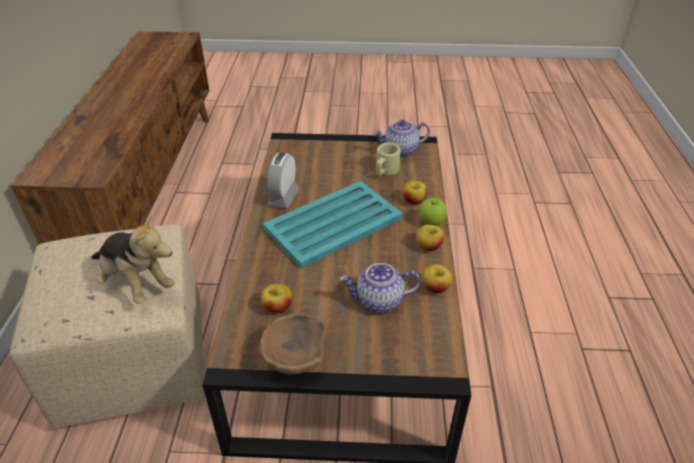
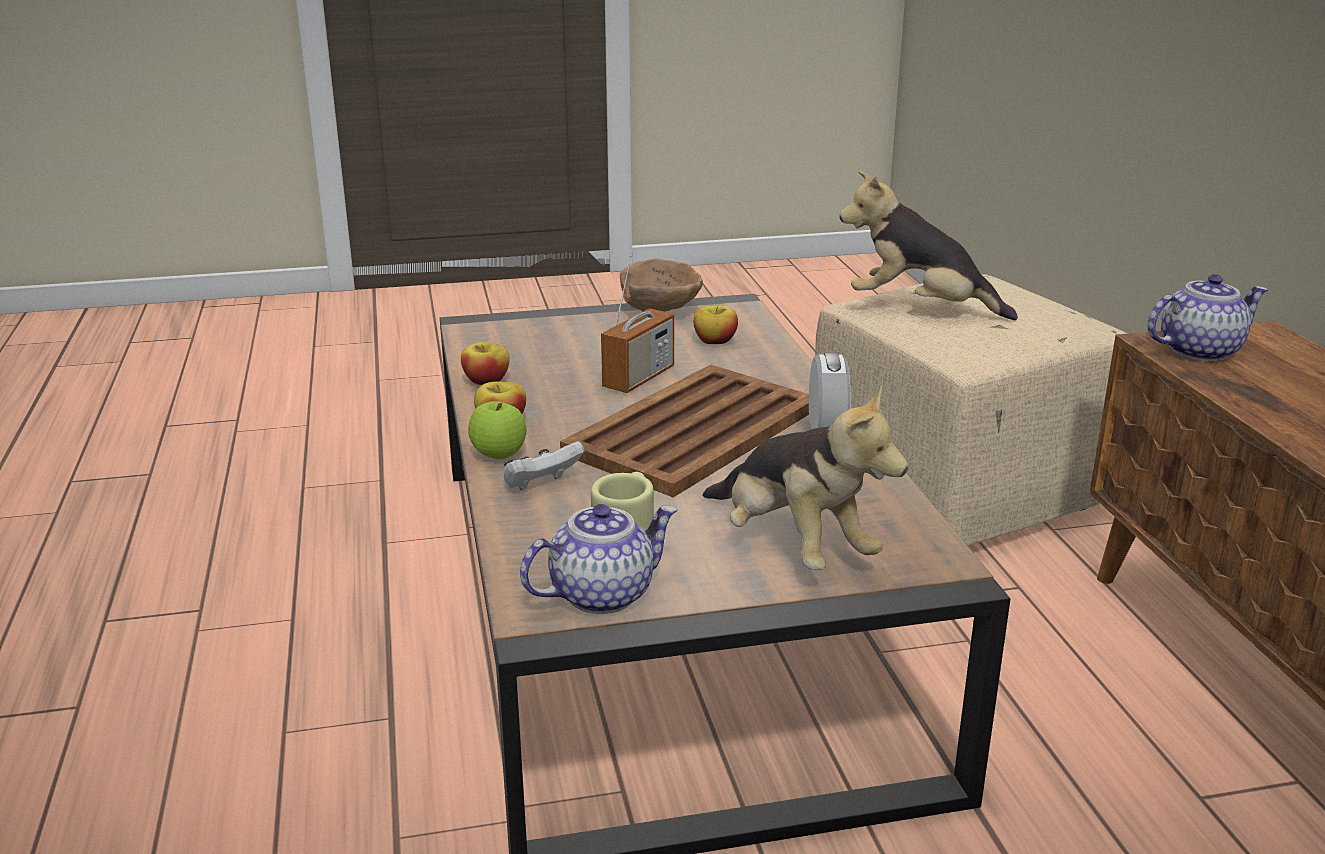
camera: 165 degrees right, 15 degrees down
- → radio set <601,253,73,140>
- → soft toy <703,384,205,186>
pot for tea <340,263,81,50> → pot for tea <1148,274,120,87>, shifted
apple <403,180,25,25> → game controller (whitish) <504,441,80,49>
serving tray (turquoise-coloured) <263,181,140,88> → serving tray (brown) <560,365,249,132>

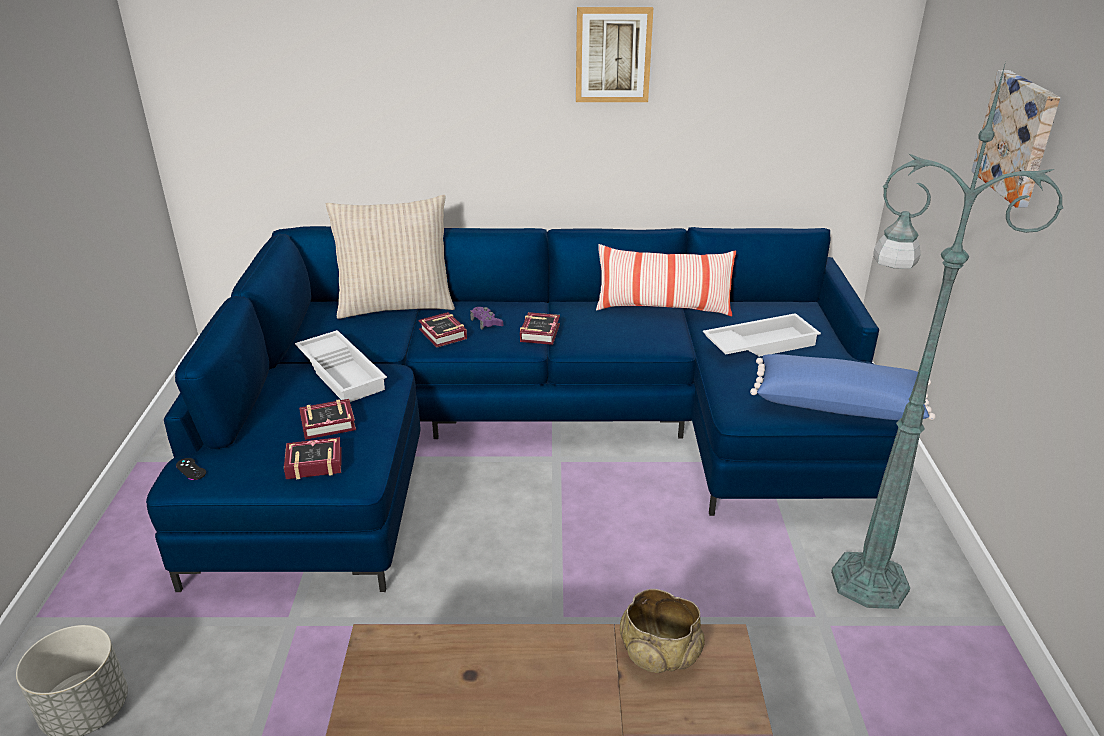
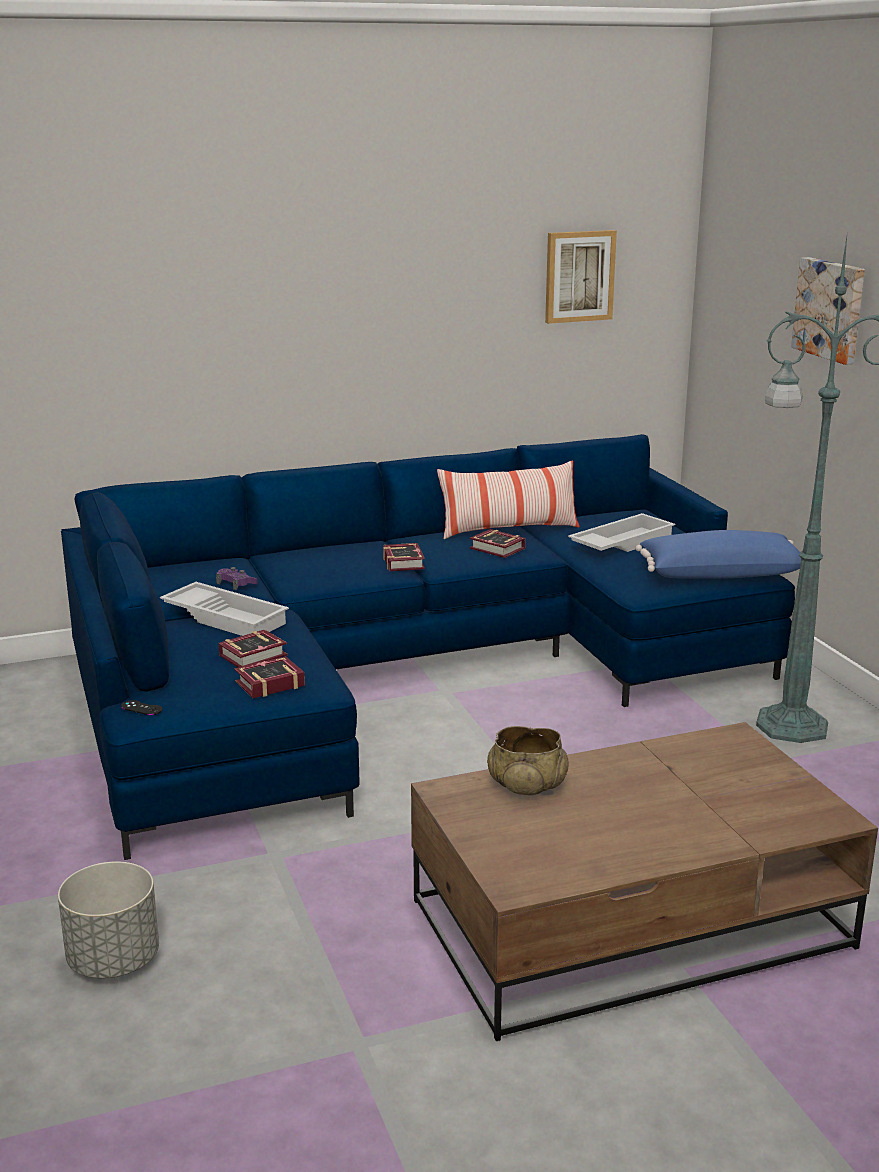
camera: 20 degrees left, 10 degrees down
throw pillow (beige) <326,195,129,124> → -
volume <418,312,49,35> → volume <470,529,55,29>, shifted
game controller (purple) <470,307,33,23> → game controller (purple) <216,567,41,23>, shifted
picture <576,7,77,95> → picture <545,230,72,94>, shifted
bowl (beige) <620,589,85,84> → bowl (beige) <487,726,82,69>, shifted

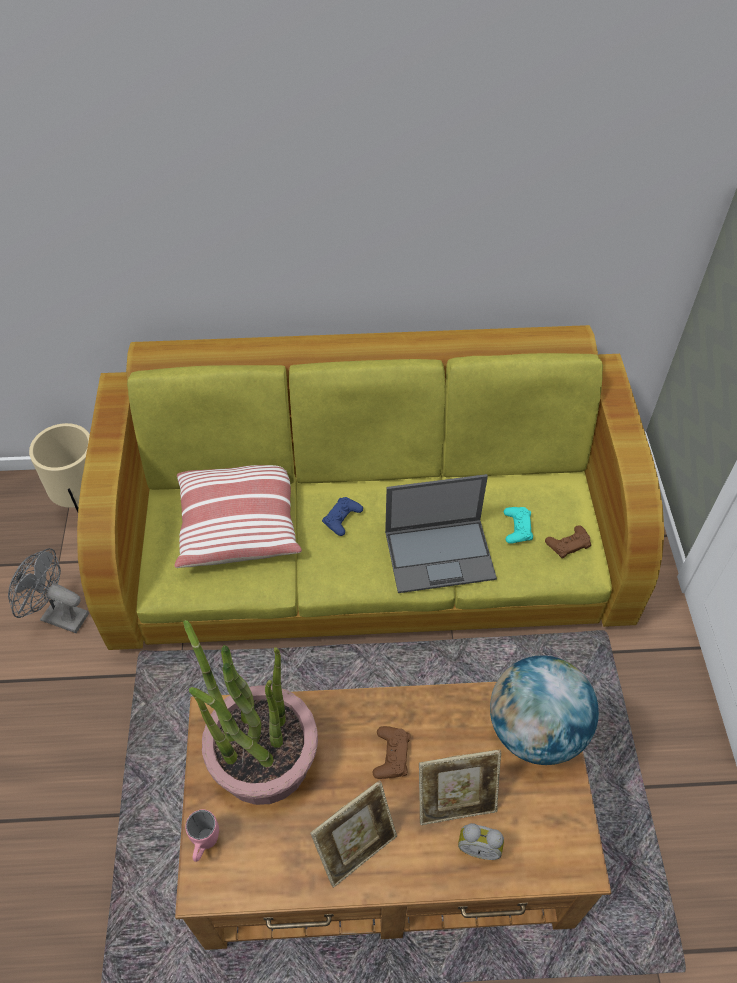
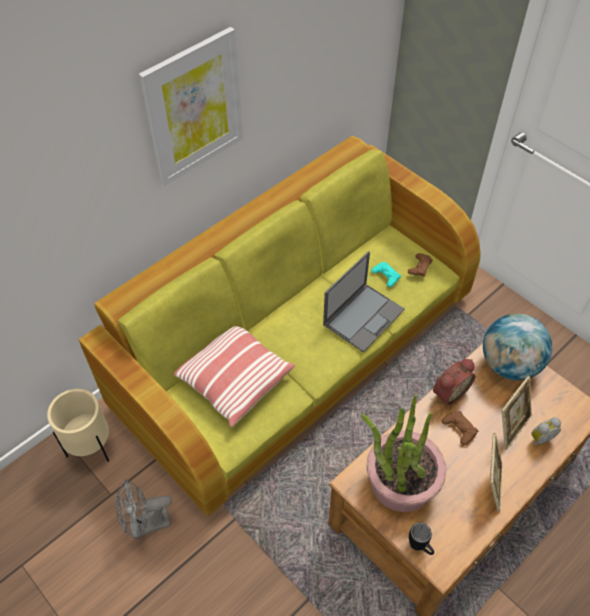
camera: 40 degrees left, 0 degrees up
game controller (blue-coloured) <322,497,41,39> → -
- → picture <139,27,104,159>
- → alarm clock <433,359,43,46>
mug (pink) <185,809,34,53> → mug (black-coloured) <409,523,25,32>

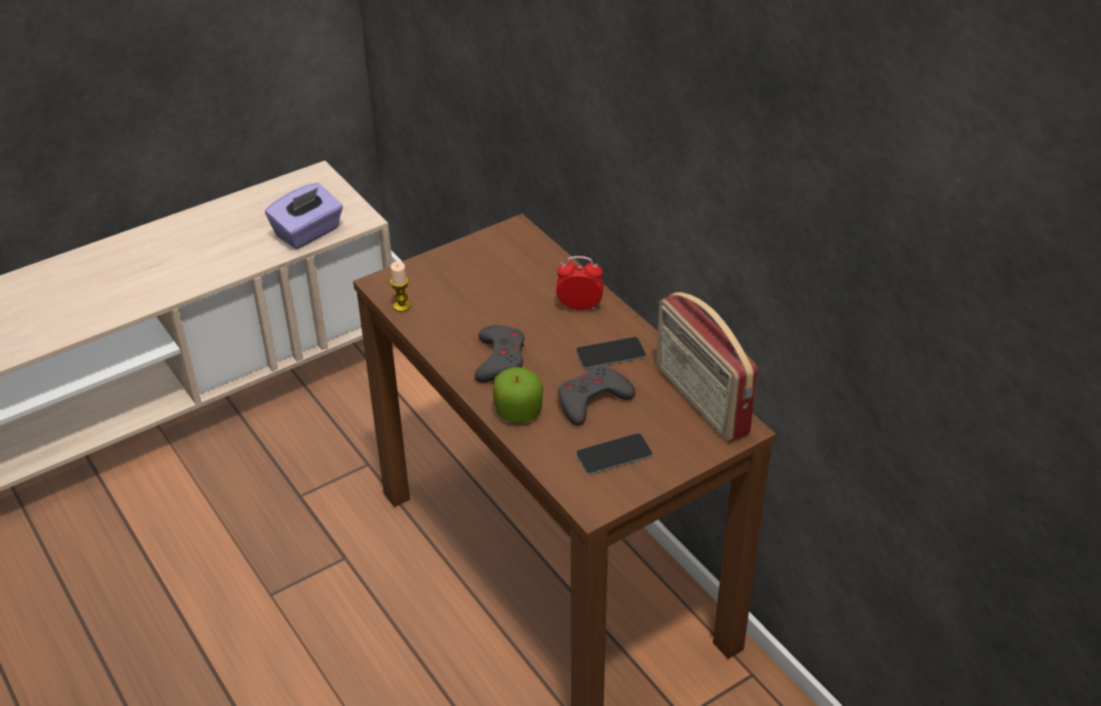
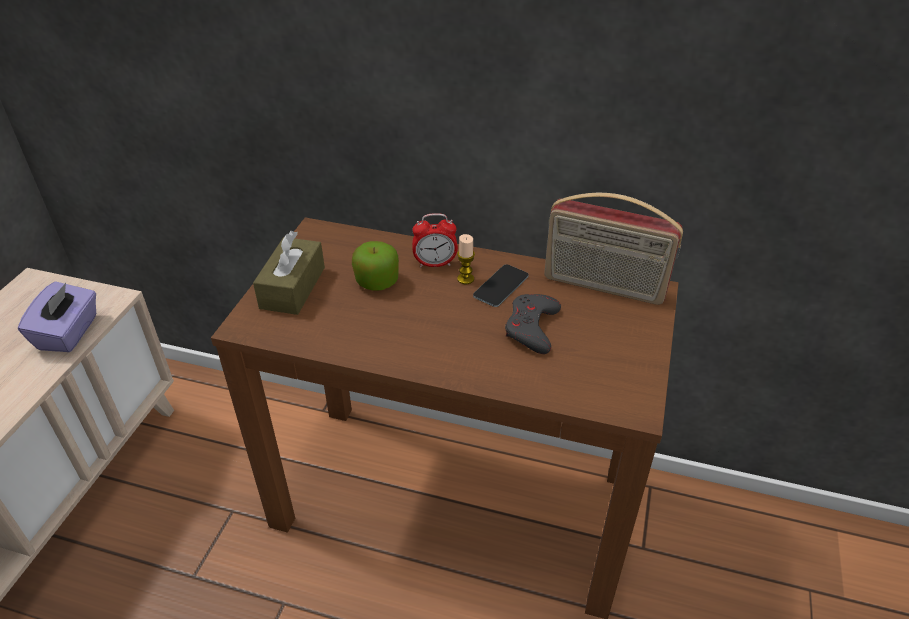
camera: 40 degrees left, 0 degrees up
game controller (grey) <475,325,50,58> → -
phone <577,433,75,41> → -
- → tissue holder (brown) <253,231,72,84>
wax light <390,261,21,51> → wax light <457,234,18,50>, shifted
apple <493,367,50,56> → apple <352,241,47,50>, shifted
alarm clock <556,256,48,55> → alarm clock <412,213,46,54>, 150 degrees counterclockwise

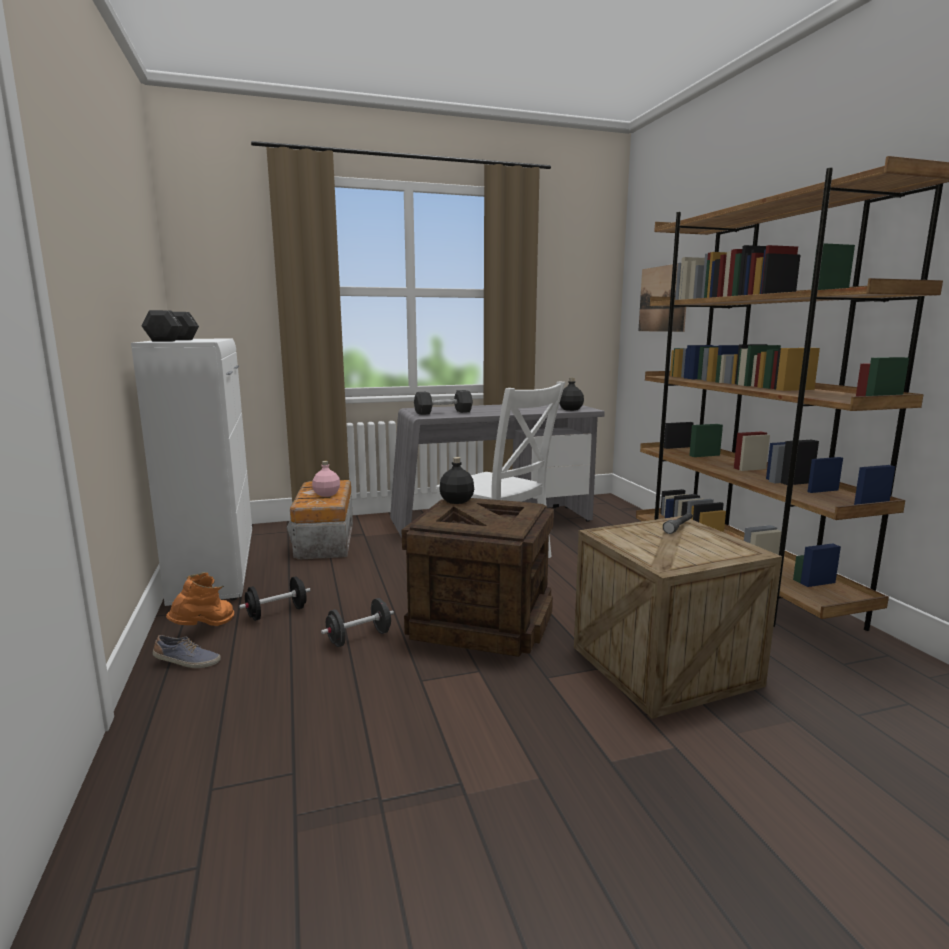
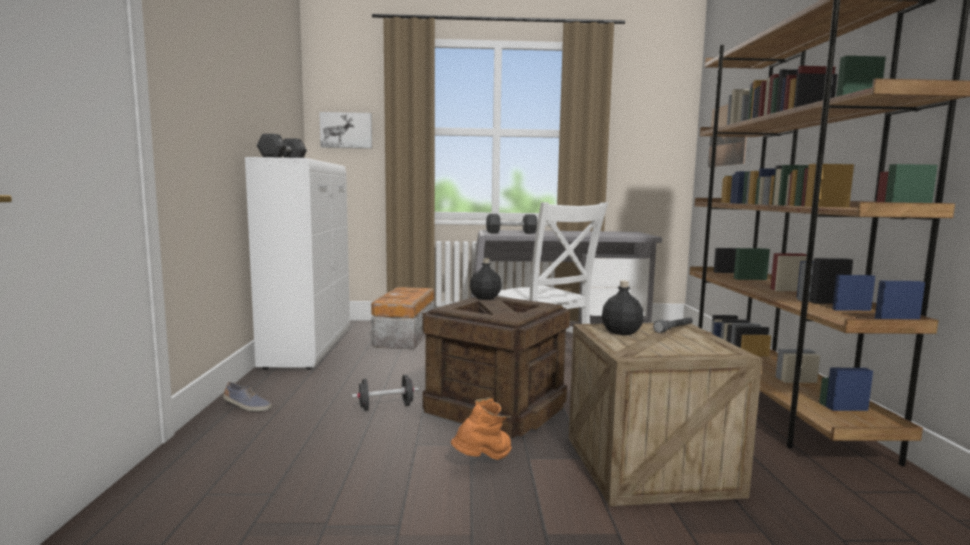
camera: 15 degrees right, 5 degrees down
hand weight (black-coloured) <239,576,72,45> → -
beverage bottle (pink) <312,461,28,36> → -
- → picture <319,112,53,37>
high-top boot (orange-coloured) <166,572,68,54> → high-top boot (orange-coloured) <451,398,61,62>, shifted
beverage bottle (black-coloured) <559,378,25,33> → beverage bottle (black-coloured) <602,281,42,54>, shifted

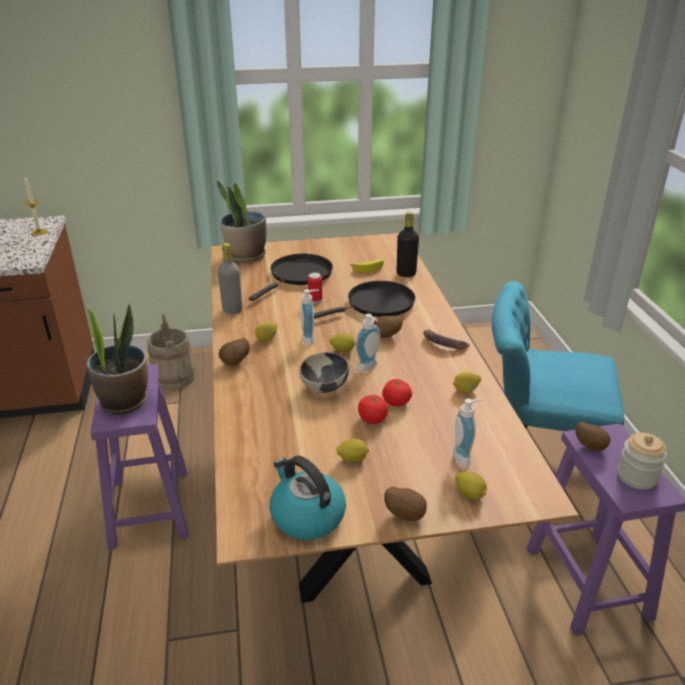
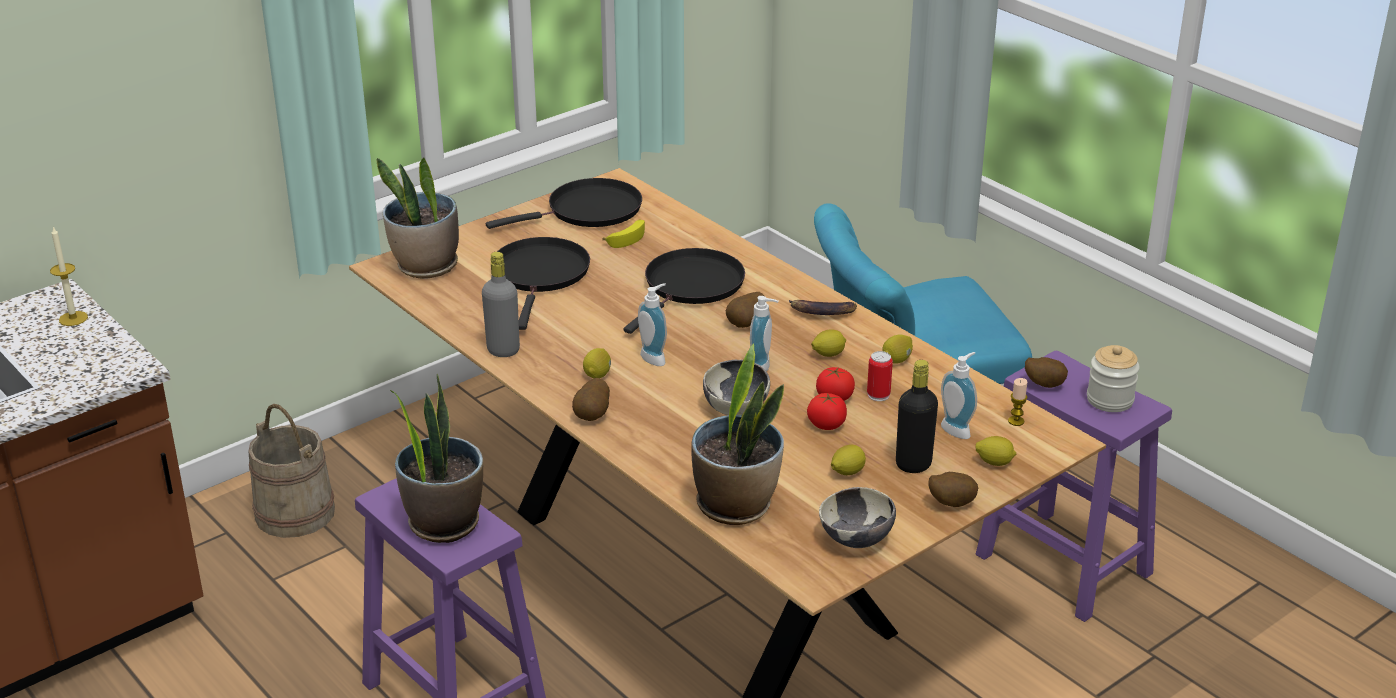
camera: 30 degrees left, 0 degrees up
- → pan (black-coloured) <486,178,156,51>
- → potted plant <691,343,93,182>
- → wax light <1008,378,20,48>
can <308,273,14,30> → can <867,351,26,50>, shifted
citrus fruit <330,333,26,19> → citrus fruit <811,329,35,28>, shifted
beverage bottle (black-coloured) <397,212,22,65> → beverage bottle (black-coloured) <896,360,42,113>, shifted
tea kettle <270,456,76,84> → bowl <819,487,77,61>

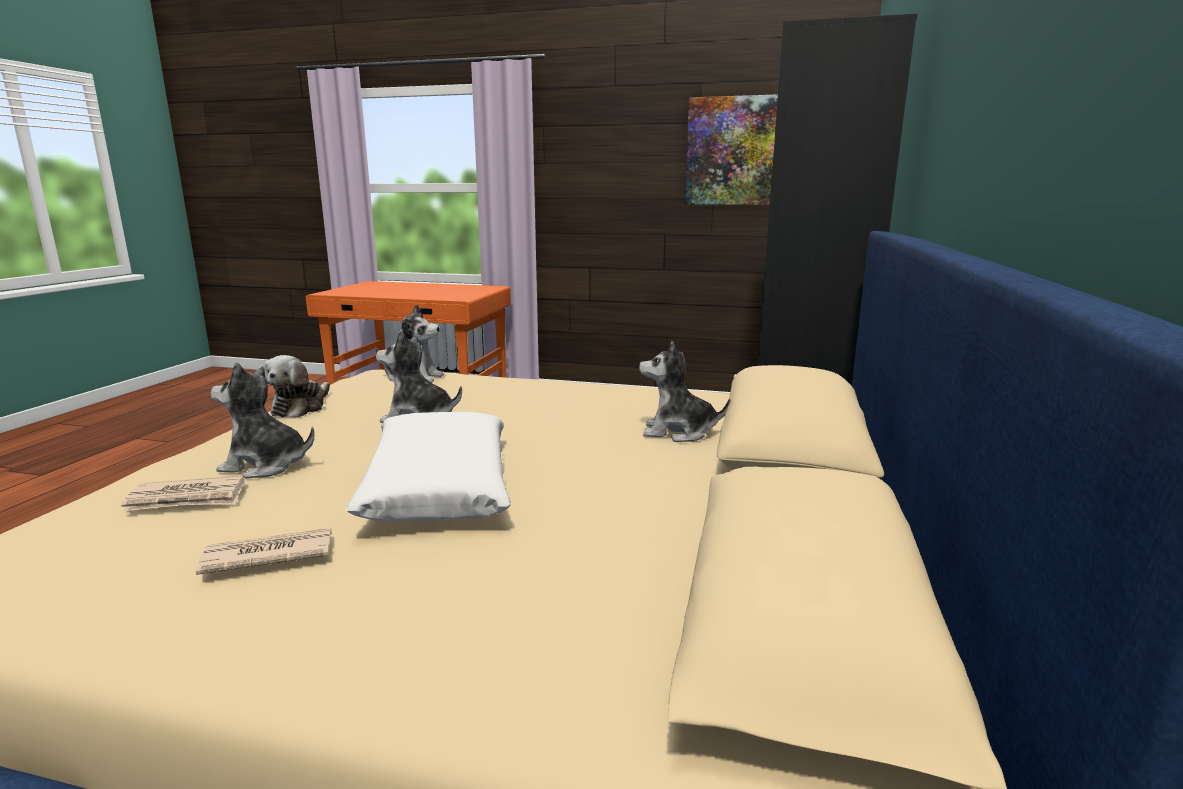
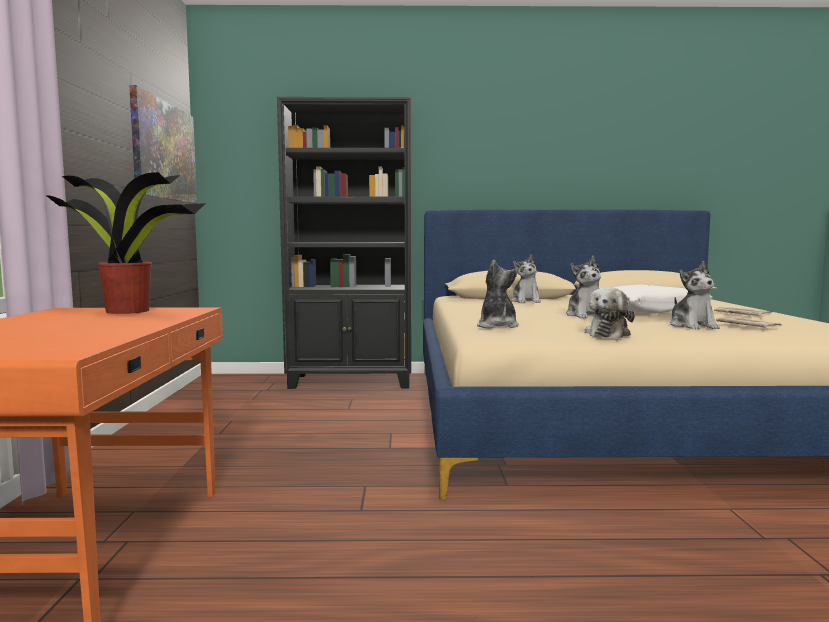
camera: 105 degrees left, 10 degrees down
- → potted plant <45,172,161,142>
soft toy <263,355,67,63> → soft toy <584,287,51,51>, 120 degrees clockwise

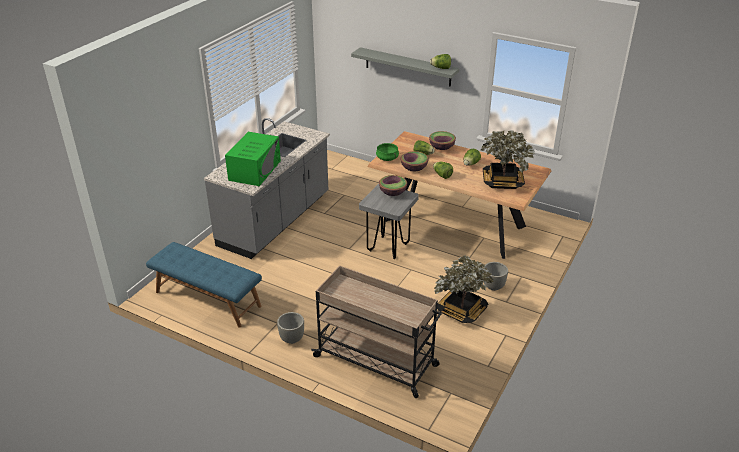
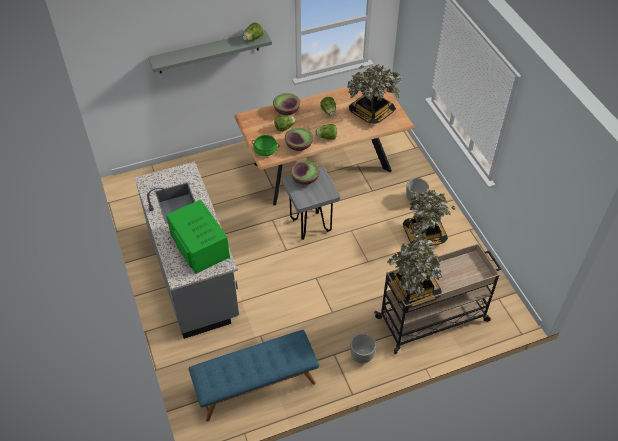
camera: 50 degrees left, 15 degrees up
- → potted plant <387,233,56,75>

